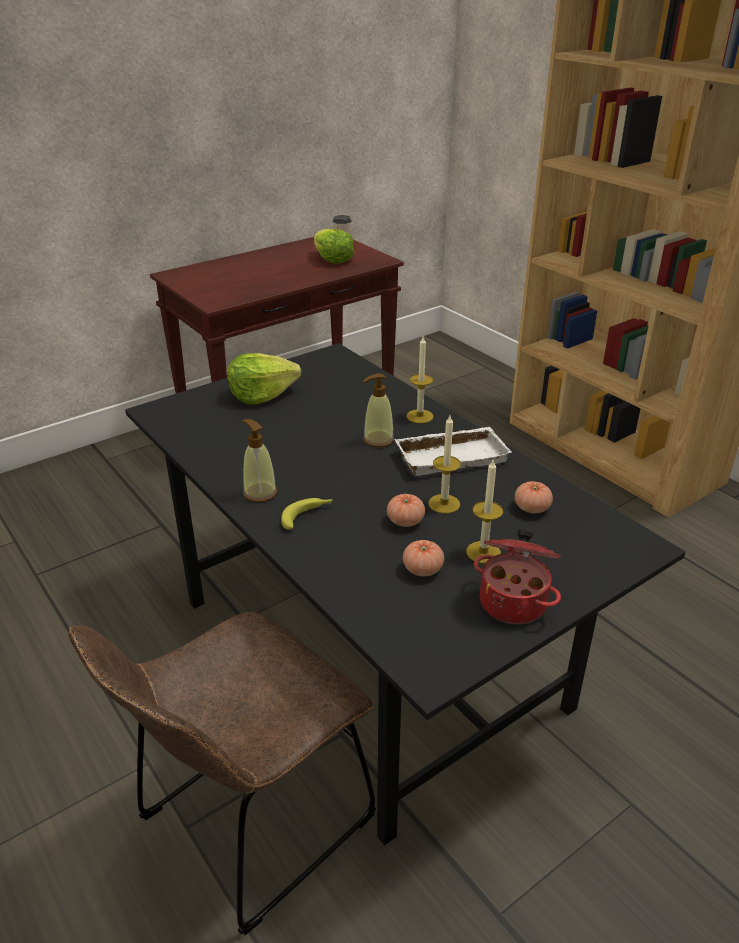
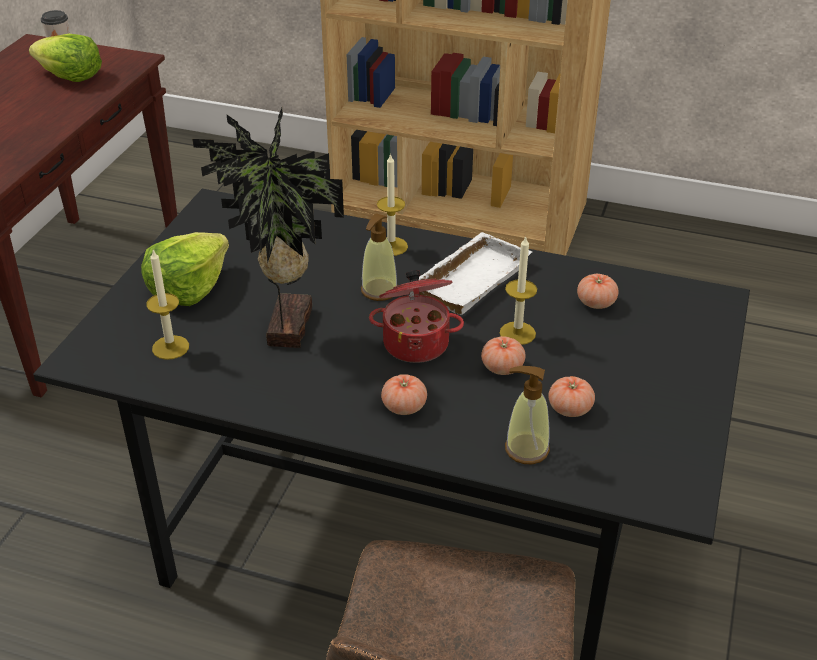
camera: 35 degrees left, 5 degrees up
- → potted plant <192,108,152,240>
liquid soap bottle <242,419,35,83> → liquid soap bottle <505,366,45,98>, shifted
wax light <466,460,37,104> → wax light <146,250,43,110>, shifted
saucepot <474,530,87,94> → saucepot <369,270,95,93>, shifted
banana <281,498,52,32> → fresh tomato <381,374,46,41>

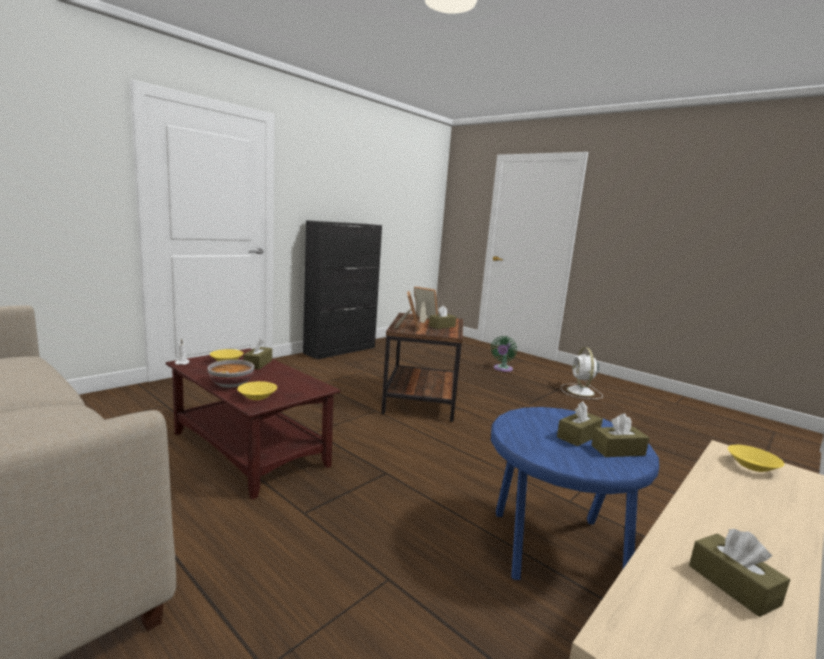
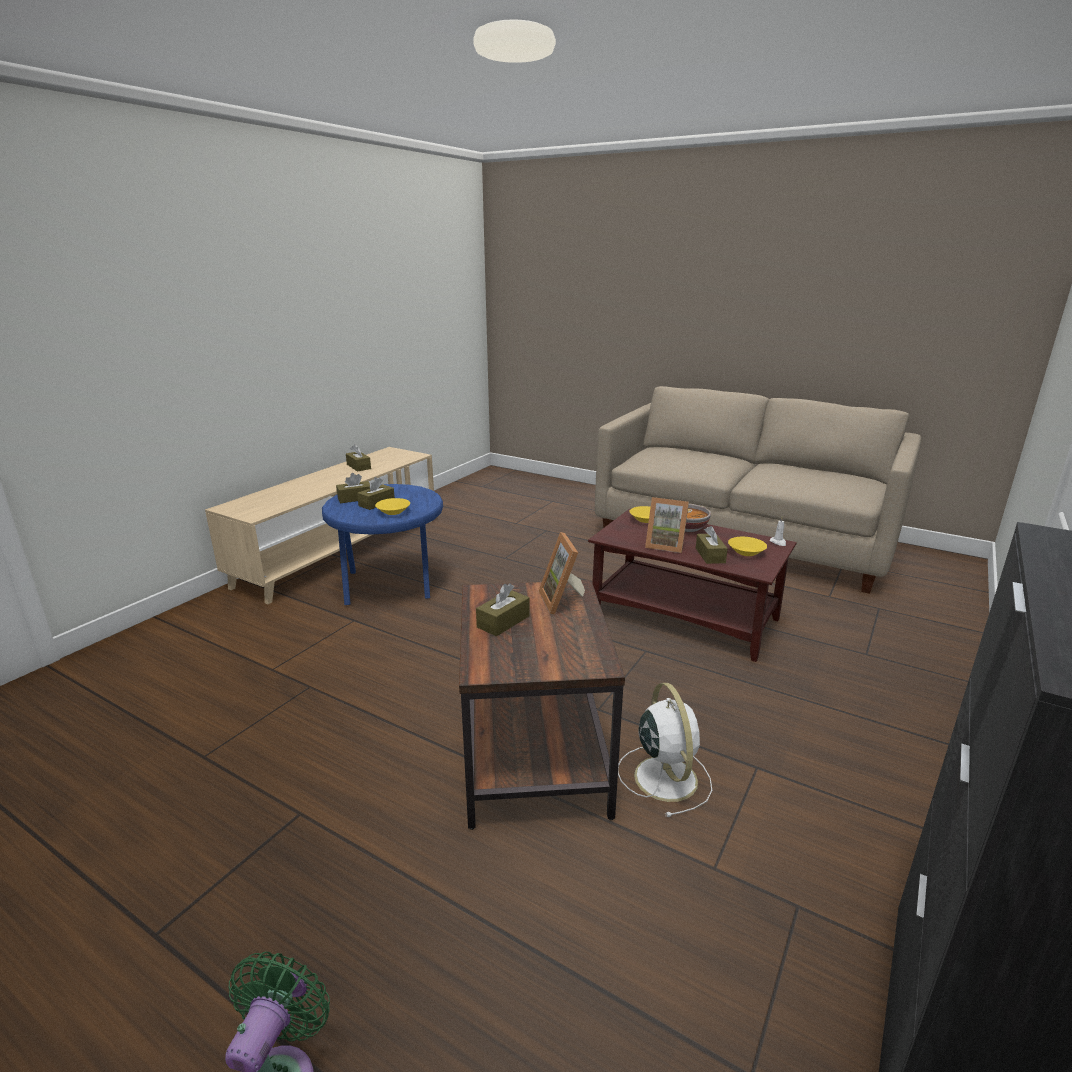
camera: 170 degrees right, 10 degrees up
photo frame <414,286,24,37> → photo frame <645,497,44,56>, shifted
fan (whitish) <561,347,42,52> → fan (whitish) <618,683,94,134>, shifted
bowl (yellow-coloured) <728,445,56,27> → bowl (yellow-coloured) <375,498,35,17>, shifted

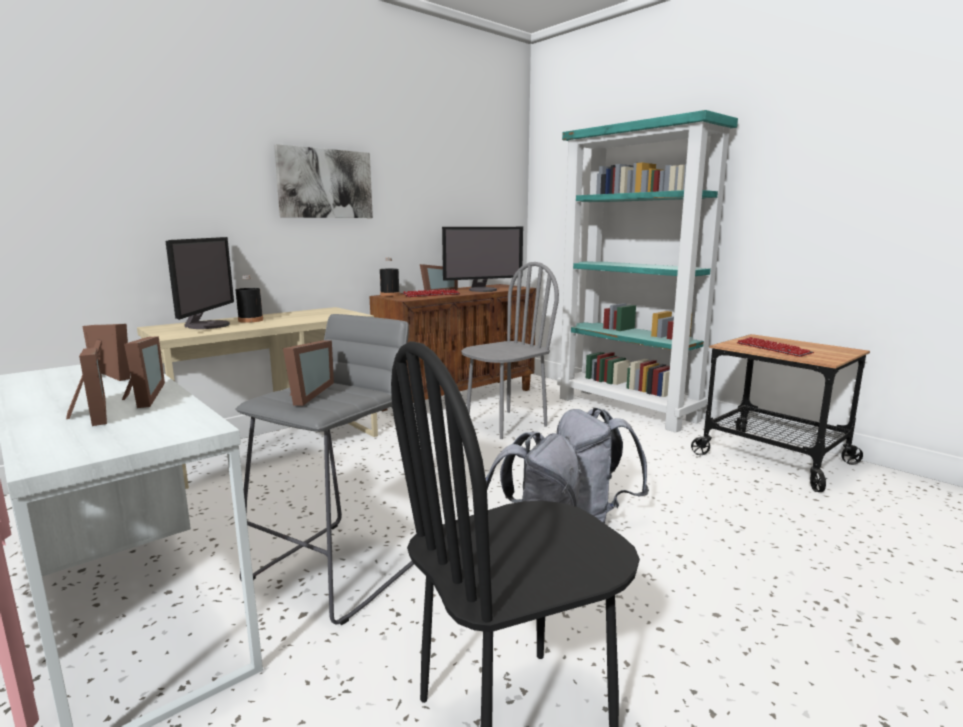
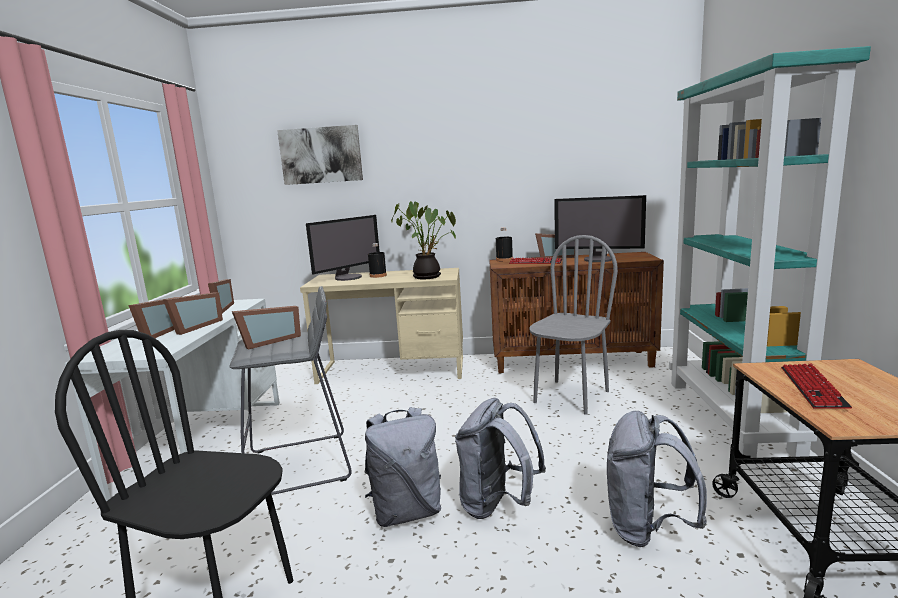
camera: 45 degrees right, 0 degrees up
- → potted plant <391,201,65,78>
- → rucksack (grey) <607,411,100,136>
picture <274,144,99,74> → picture <277,125,86,60>, shifted
plain chair (grey) <461,262,98,177> → plain chair (grey) <529,235,89,180>, 60 degrees counterclockwise

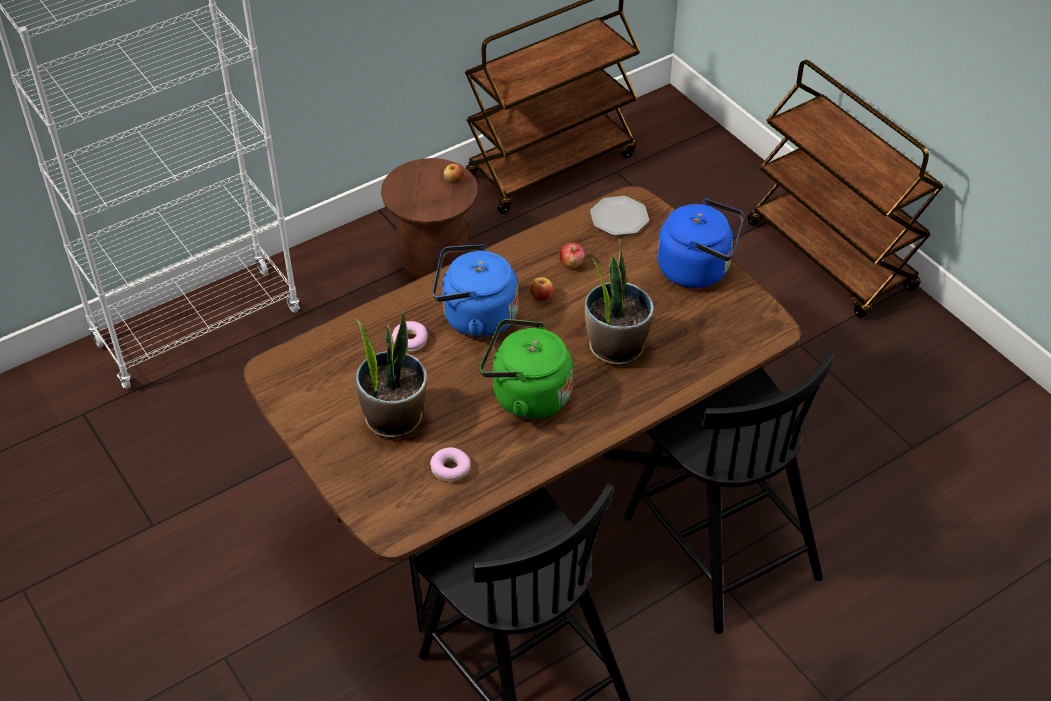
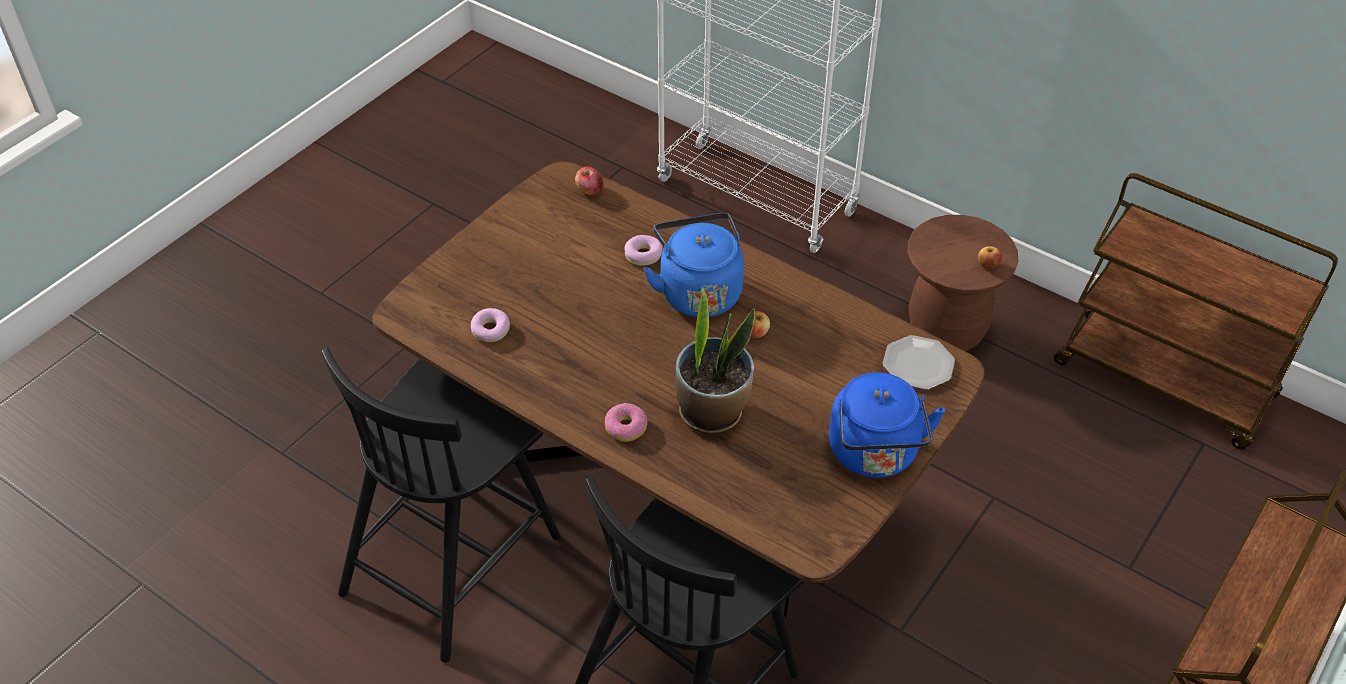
camera: 70 degrees right, 0 degrees up
potted plant <356,310,71,129> → -
tea kettle (green) <480,319,93,100> → -
- → doughnut <605,403,42,39>
apple <559,243,26,26> → apple <575,166,28,30>, shifted

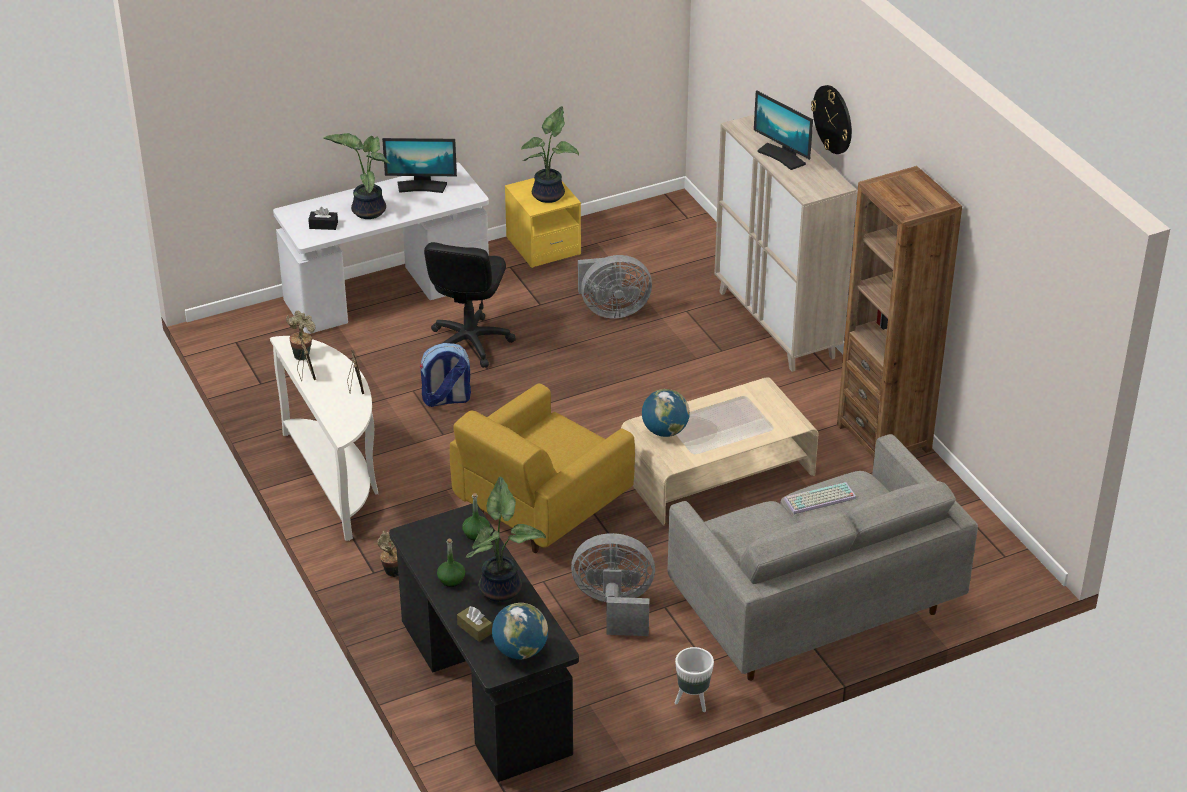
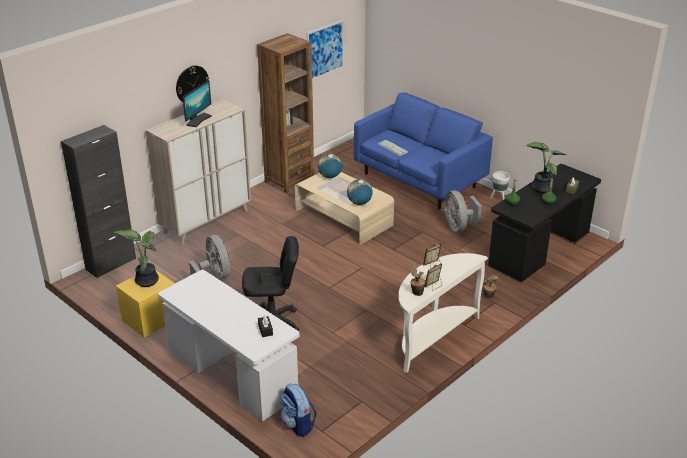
camera: 110 degrees left, 5 degrees down
potted plant <323,133,67,86> → -
computer screen <382,138,75,55> → -
lounge chair (yellow-coloured) <450,383,185,170> → -
- → cabinet (black-coloured) <61,125,75,153>
- → picture <307,20,37,60>
rucksack <420,343,51,64> → rucksack <280,383,37,54>, shifted
globe <492,603,56,56> → globe <318,154,24,24>, shifted
sofa (grey) <667,434,311,247> → sofa (blue-coloured) <354,92,139,117>

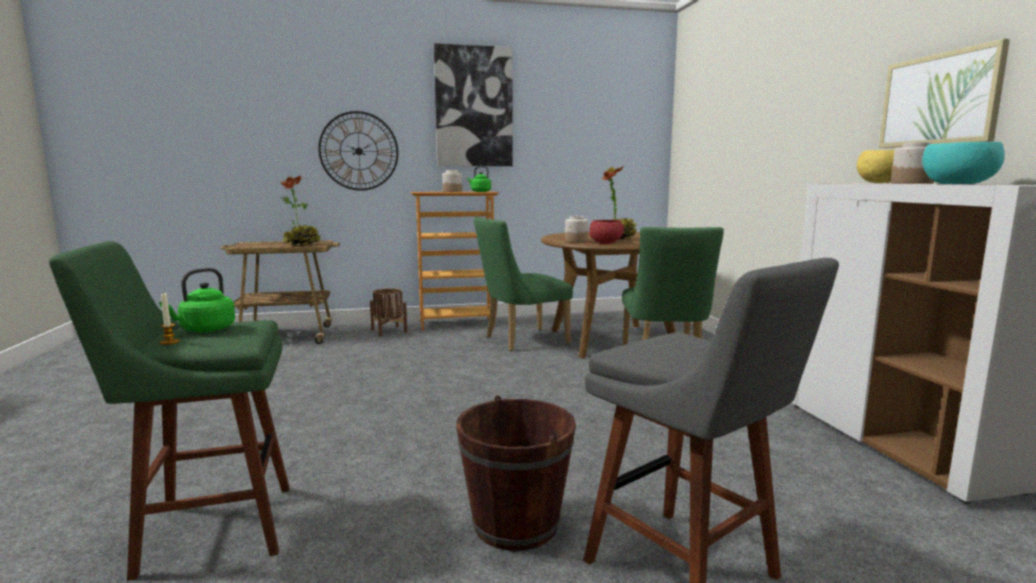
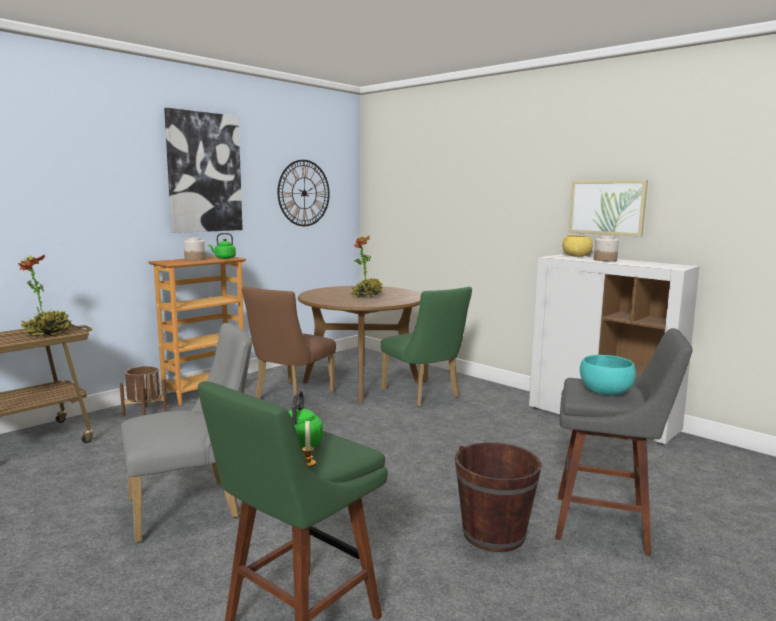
camera: 35 degrees left, 0 degrees up
storage jar <565,216,23,27> → -
bowl (red) <589,220,35,24> → -
- → plain chair (grey) <121,323,131,220>
hanging clock <318,111,80,80> → hanging clock <277,160,53,66>, shifted
bowl (turquoise-coloured) <922,142,83,42> → bowl (turquoise-coloured) <580,355,56,41>, shifted
plain chair (green) <474,217,99,134> → plain chair (brown) <242,286,94,123>

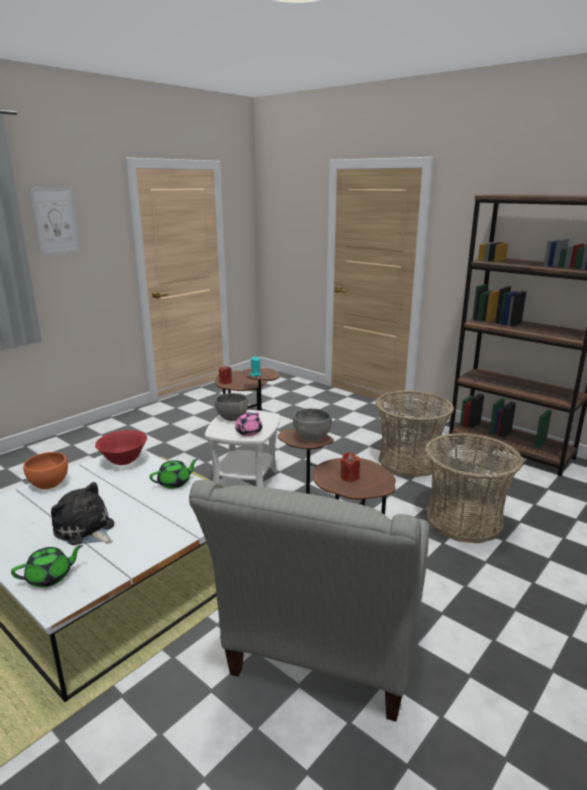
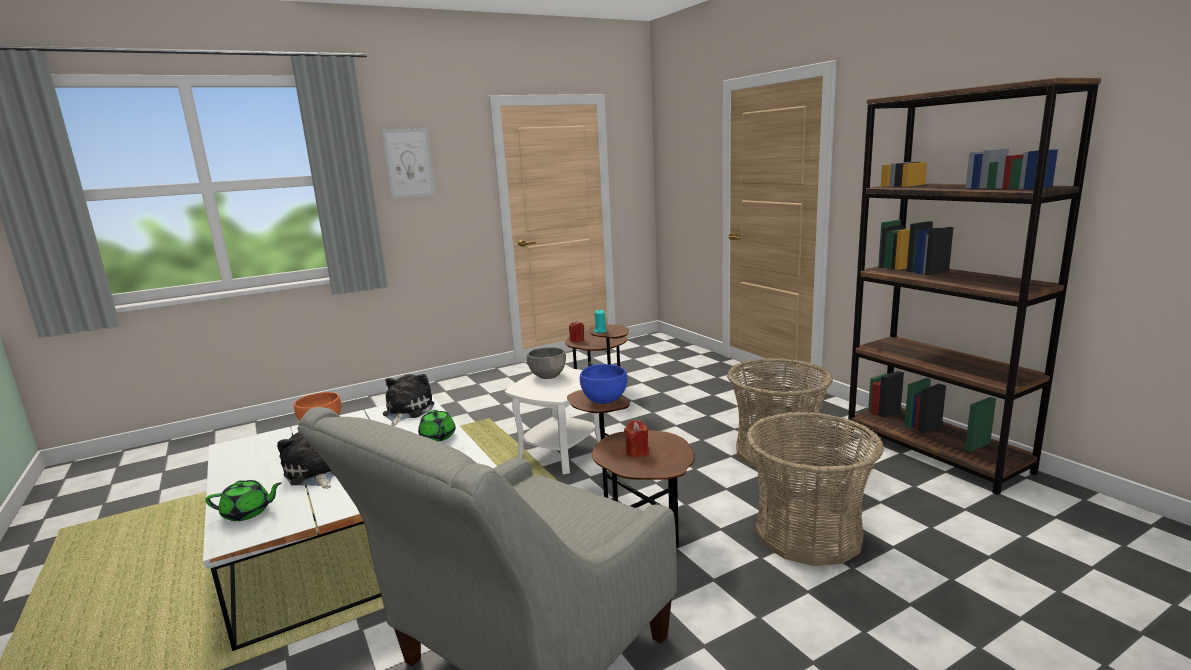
camera: 20 degrees right, 5 degrees down
pot for tea (pink) <235,412,27,24> → -
bowl (red) <95,430,52,35> → soft toy <383,374,52,52>
bowl (grey) <293,408,39,33> → bowl (blue-coloured) <580,364,47,40>
pot for tea (green) <149,459,49,30> → pot for tea (green) <418,410,38,32>, 75 degrees clockwise

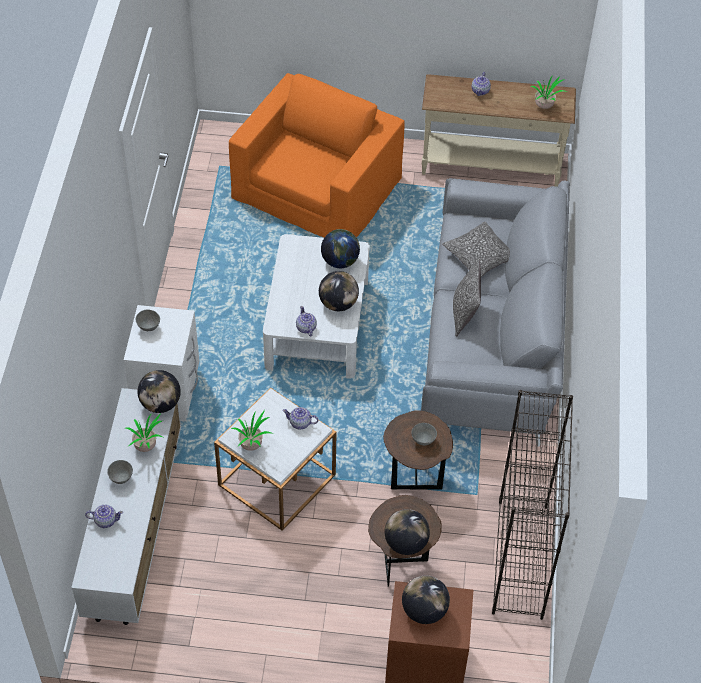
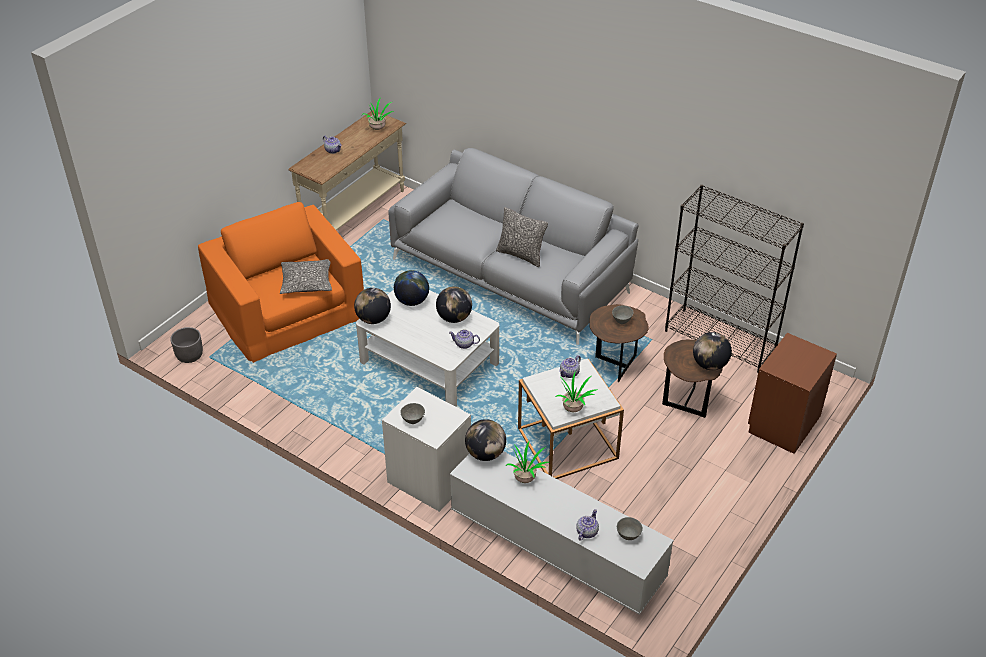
camera: 60 degrees left, 10 degrees down
- → plant pot (grey) <170,327,33,36>
bowl (grey) <107,460,26,24> → bowl (grey) <617,517,26,23>, shifted
globe <402,575,48,49> → globe <354,288,37,36>, shifted
throw pillow <442,222,68,55> → throw pillow <280,259,52,35>, shifted

